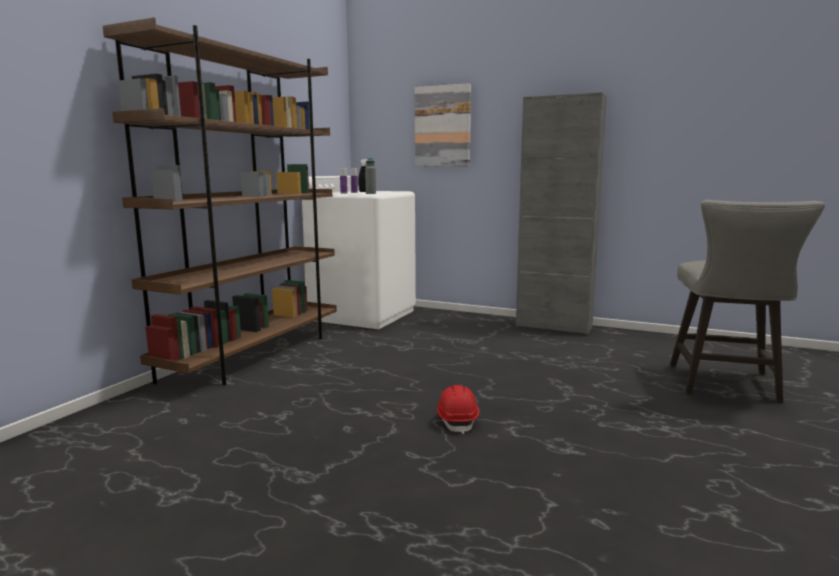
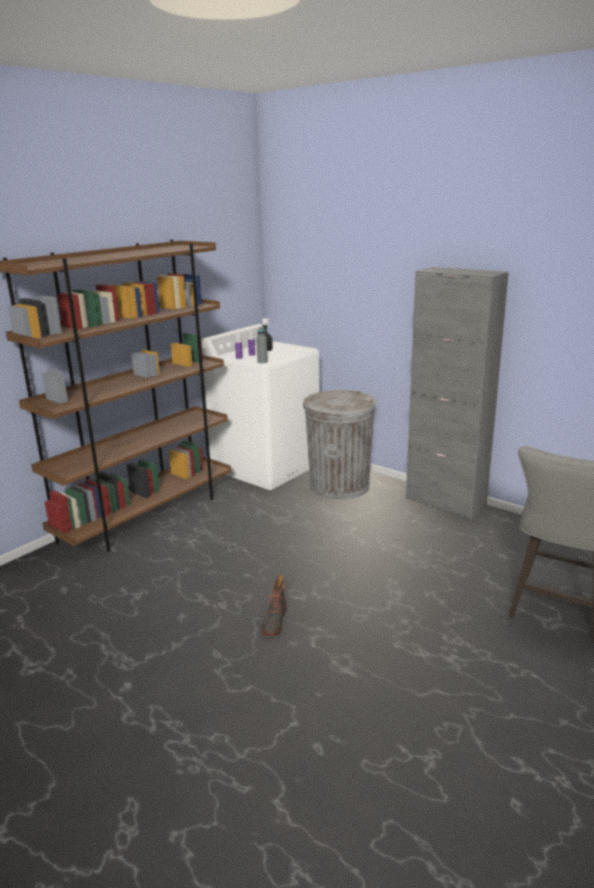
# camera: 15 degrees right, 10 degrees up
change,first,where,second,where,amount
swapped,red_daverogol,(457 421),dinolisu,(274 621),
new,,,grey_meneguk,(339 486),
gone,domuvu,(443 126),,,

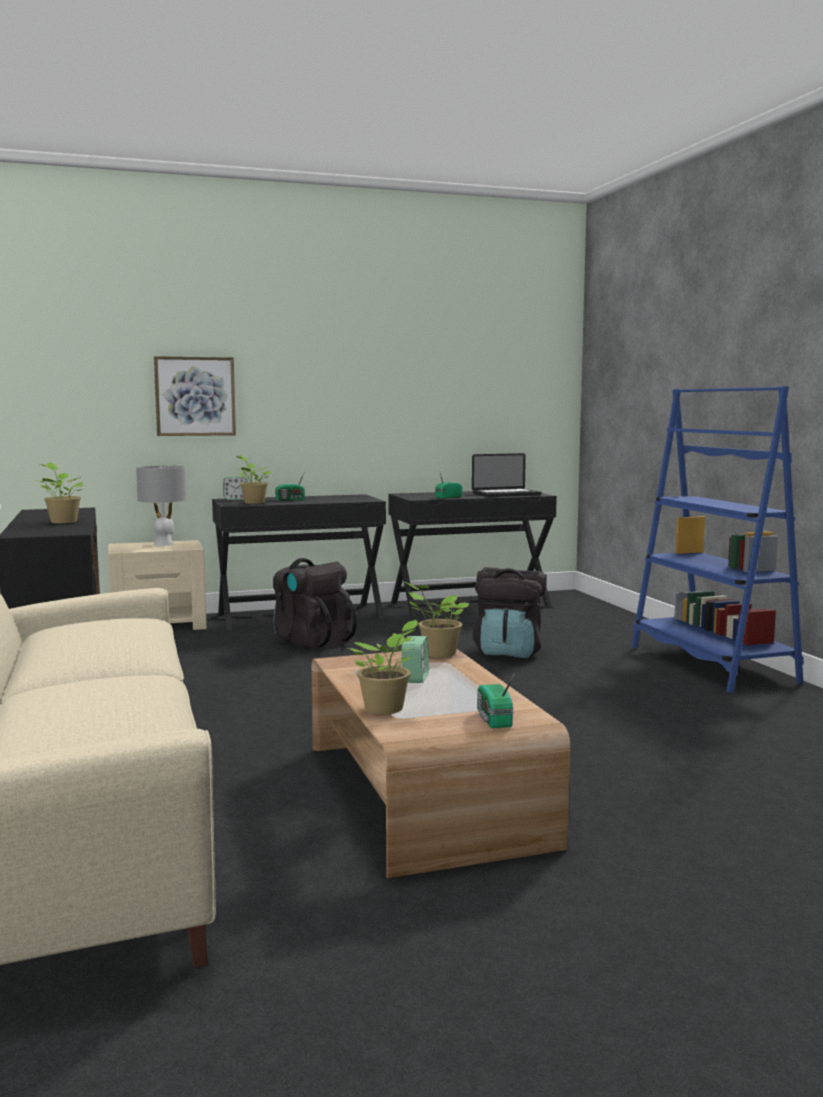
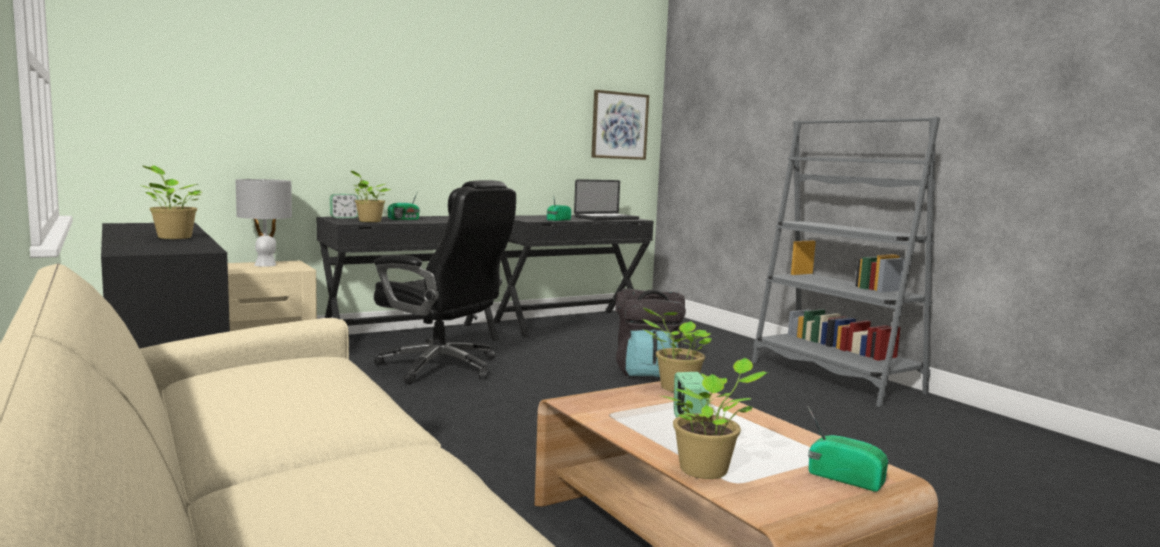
# camera: 15 degrees left, 0 degrees up
change,first,where,second,where,amount
swapped,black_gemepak,(311 642),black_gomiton,(442 367),
shifted,domuvu,(195 396),,(619 125),
repainted,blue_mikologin,(711 664),grey_mikologin,(835 378),
rotated,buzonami,(493 720),,(843 477),150 degrees clockwise

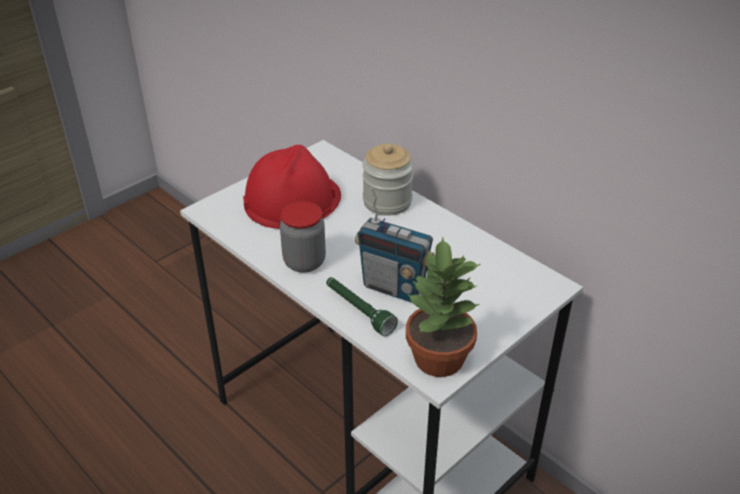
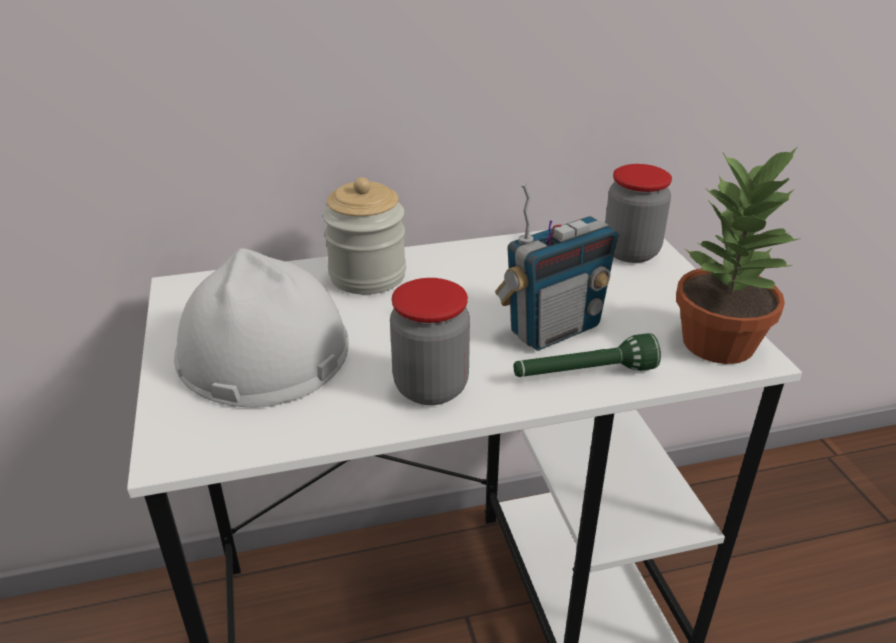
# camera: 60 degrees left, 5 degrees down
change,first,where,second,where,amount
repainted,red_daverogol,(292 199),white_daverogol,(262 350),
new,,,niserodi,(631 252),

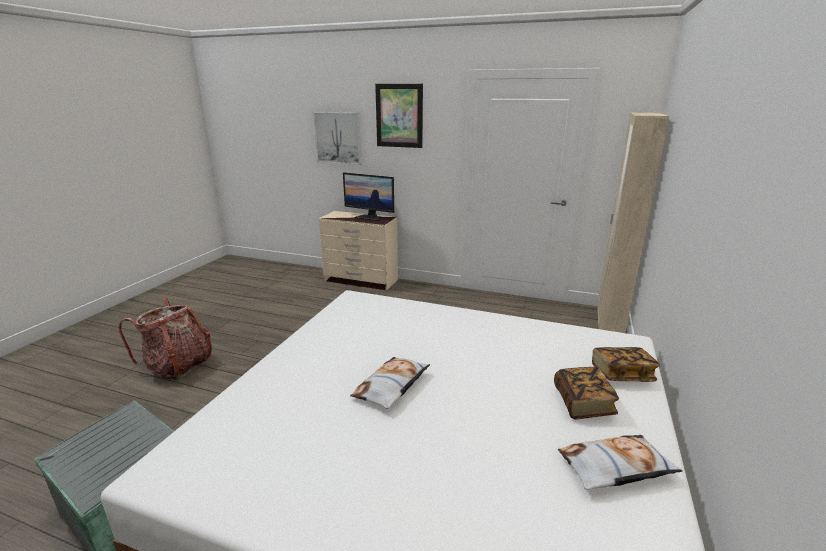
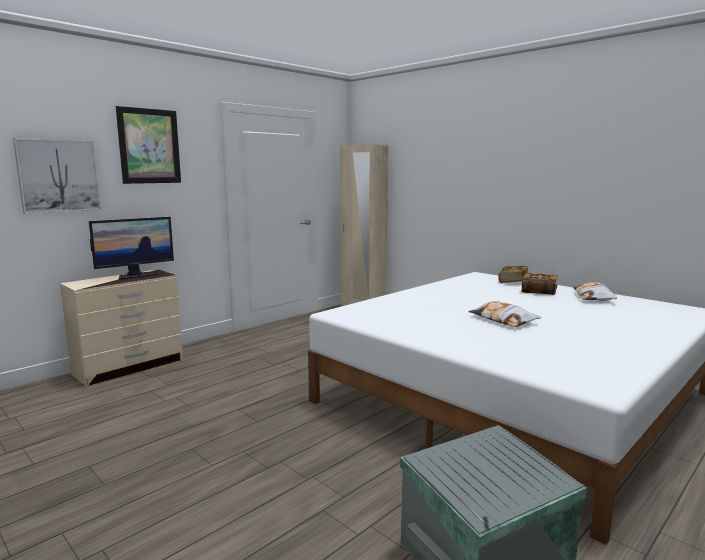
# camera: 65 degrees left, 10 degrees down
change,first,where,second,where,amount
gone,gemepak,(178 366),,,

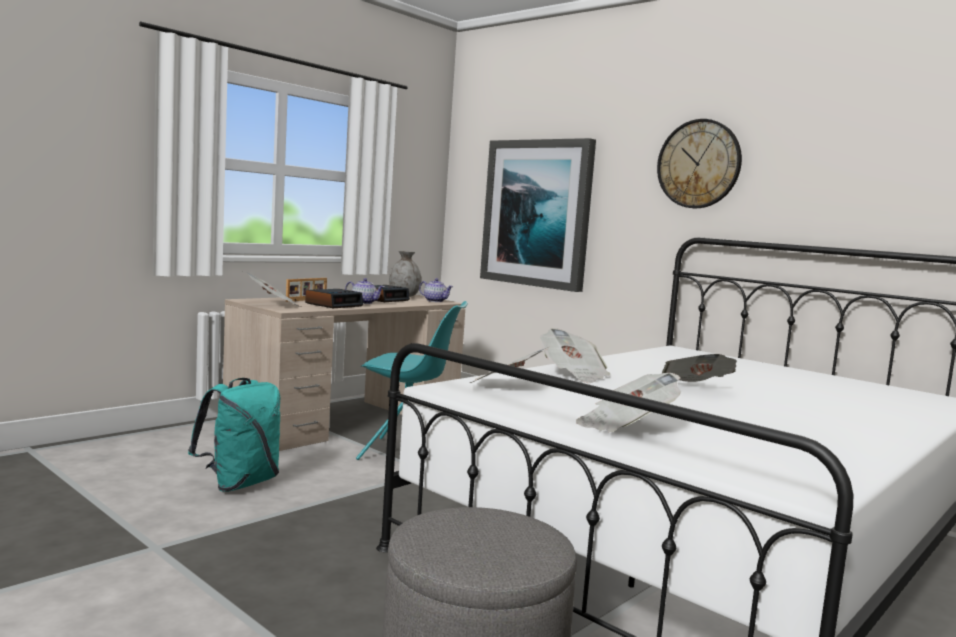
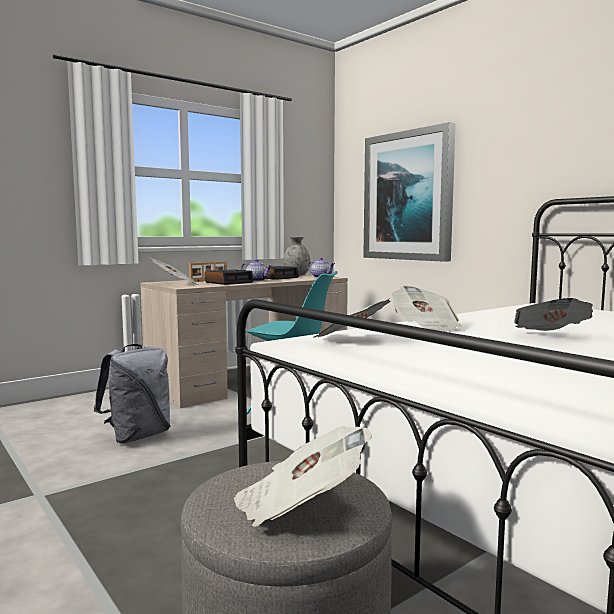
# camera: 10 degrees right, 0 degrees up
change,first,where,second,where,amount
repainted,turquoise_gemepak,(239 483),grey_gemepak,(137 436),
shifted,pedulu,(625 427),,(299 507),
gone,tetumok,(698 164),,,

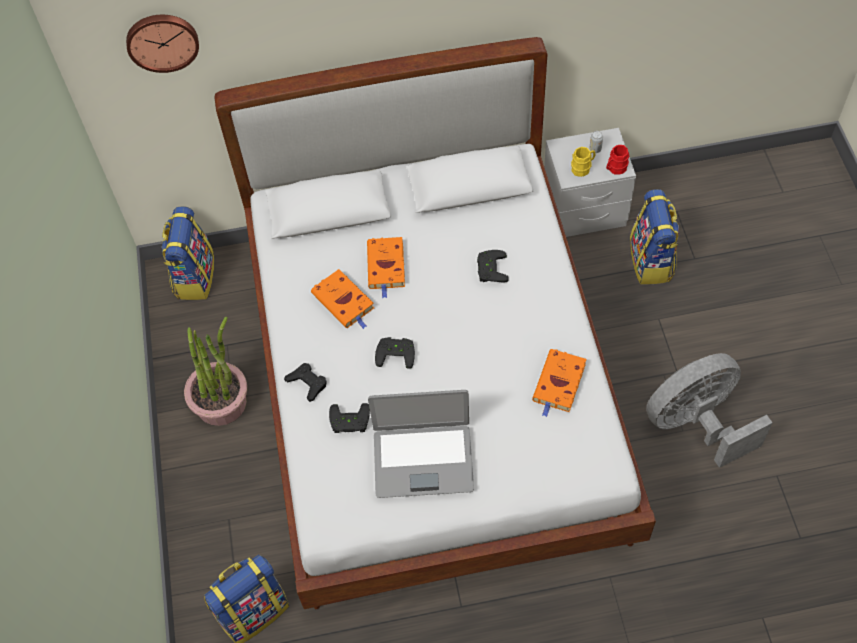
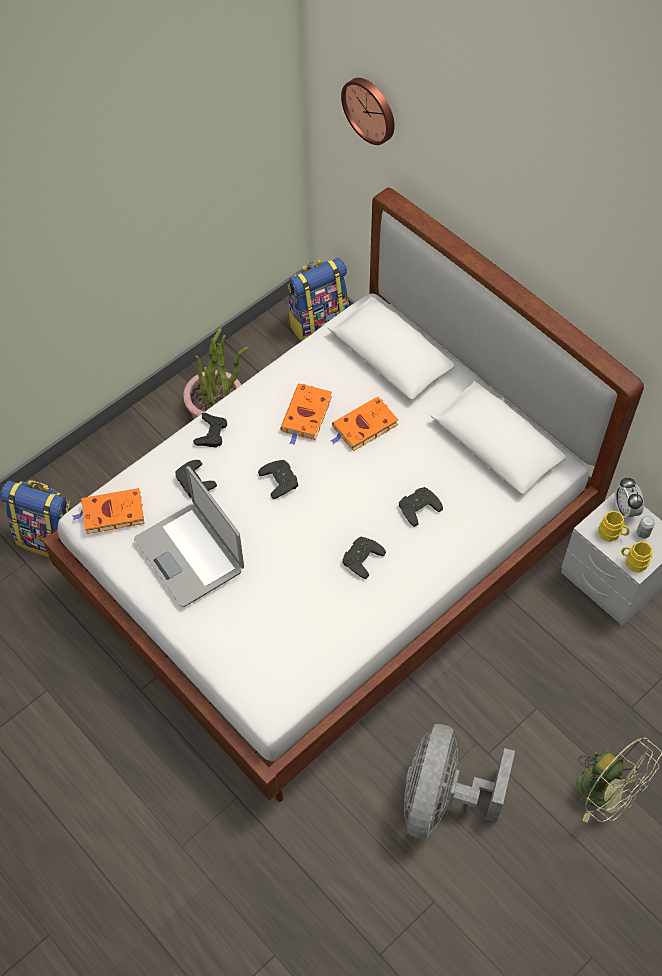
# camera: 55 degrees right, 0 degrees up
change,first,where,second,where,amount
shifted,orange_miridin,(559 384),,(111 513),
new,,,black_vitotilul,(360 557),
rotated,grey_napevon,(696 424),,(442 798),105 degrees counterclockwise
new,,,green_napevon,(605 793),
new,,,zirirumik,(625 509),
repainted,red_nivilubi,(615 168),yellow_nivilubi,(633 562),
gone,gemepak,(651 261),,,

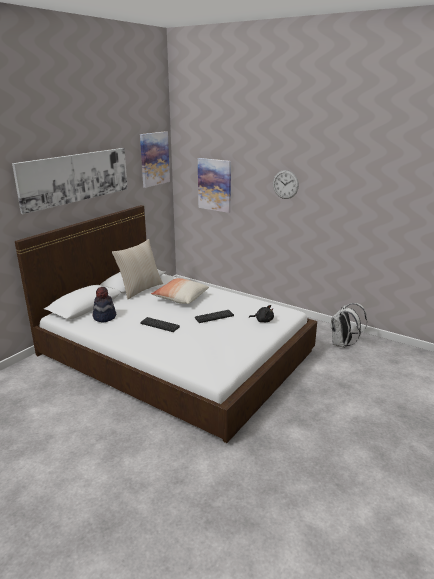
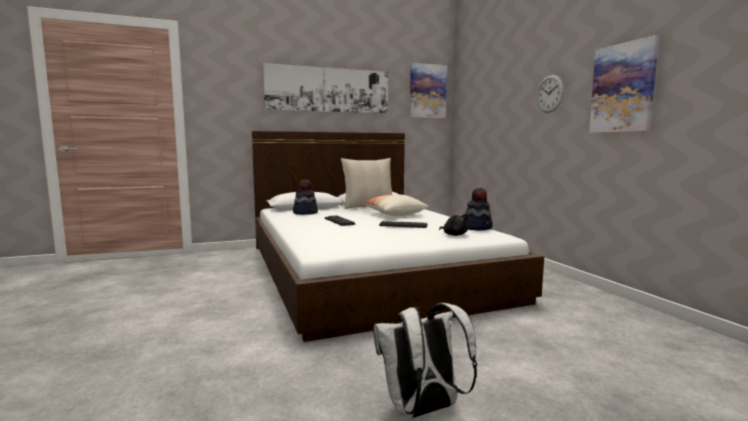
# camera: 35 degrees right, 15 degrees down
change,first,where,second,where,amount
shifted,white_gemepak,(342 344),,(422 410),
new,,,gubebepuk,(477 228),
shifted,domuvu,(214 185),,(623 88),

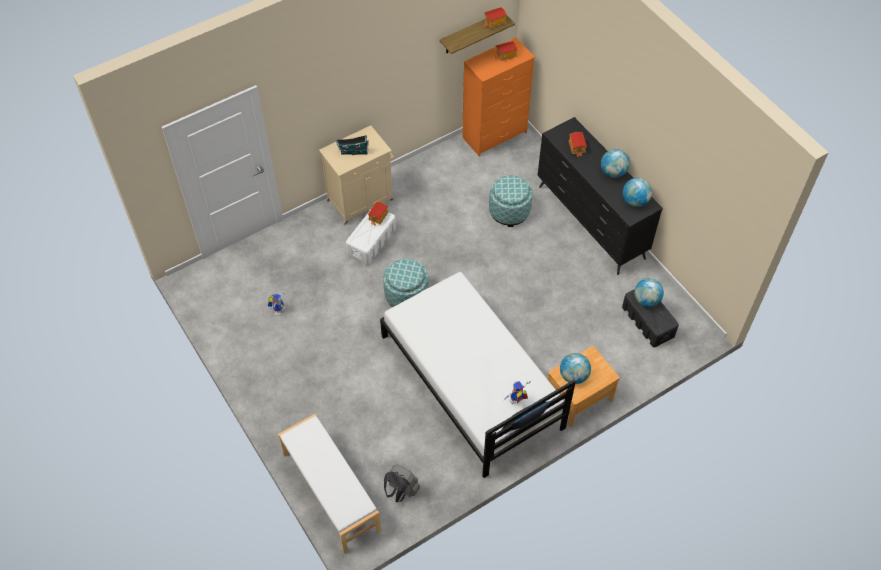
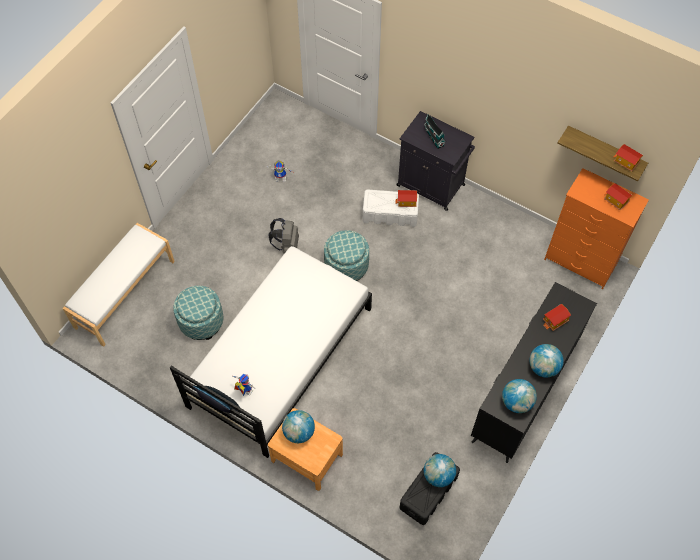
# camera: 65 degrees right, 5 degrees up
change,first,where,second,where,amount
shifted,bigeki,(509 211),,(201 321),
shifted,grey_gemepak,(401 491),,(286 246),
repainted,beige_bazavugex,(361 200),black_bazavugex,(432 186),

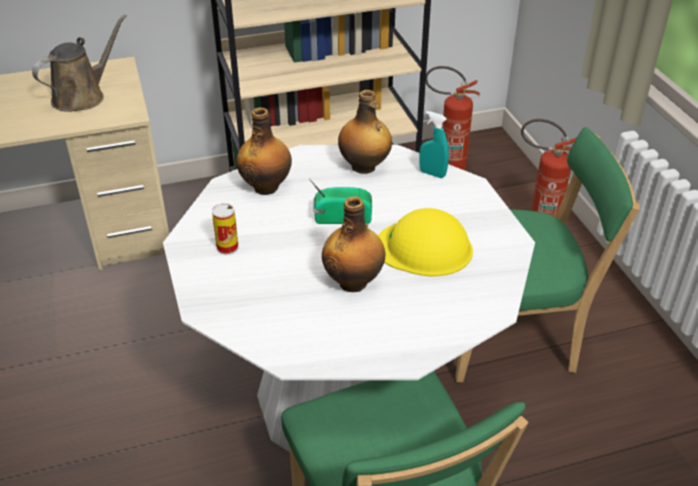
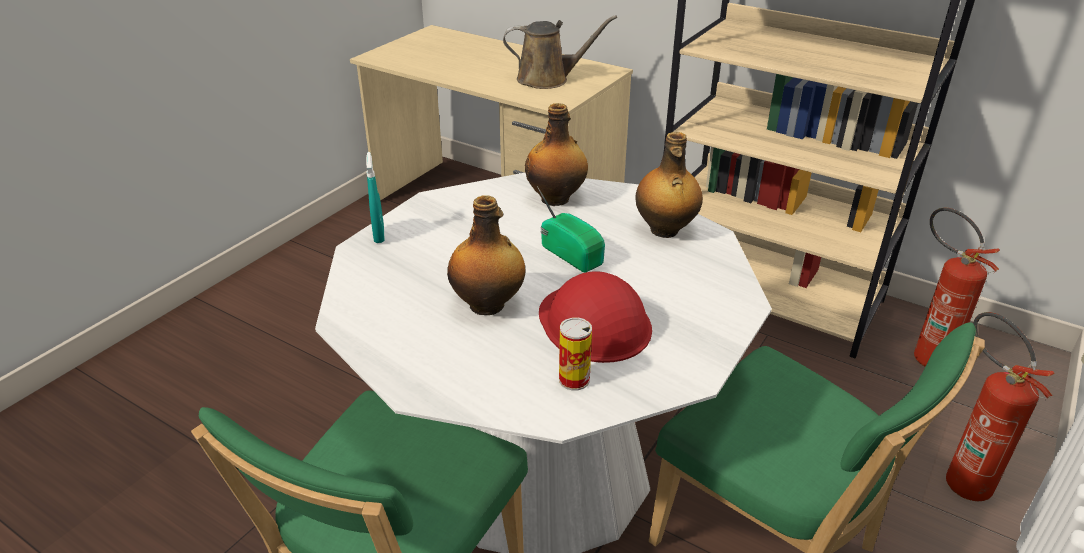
# camera: 50 degrees right, 5 degrees down
change,first,where,second,where,amount
shifted,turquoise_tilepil,(432 174),,(379 235),
repainted,yellow_daverogol,(424 248),red_daverogol,(594 322),
shifted,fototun,(227 247),,(574 379),

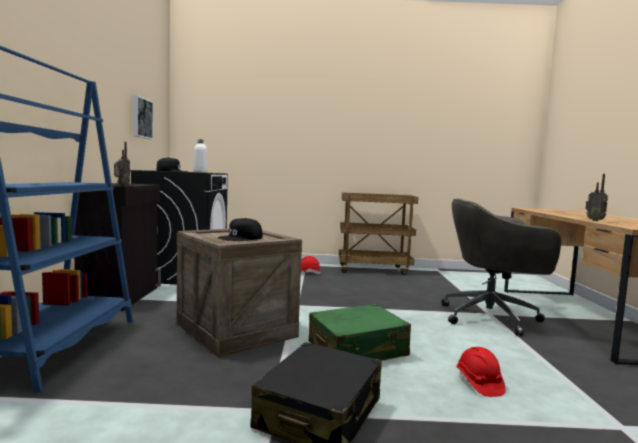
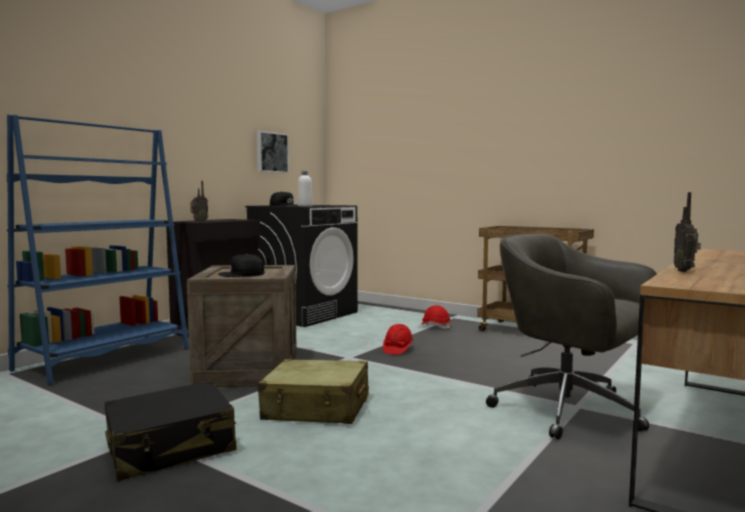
# camera: 35 degrees right, 0 degrees up
change,first,where,second,where,amount
repainted,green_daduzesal,(357 350),beige_daduzesal,(317 408),
shifted,red_daverogol,(479 383),,(397 349),

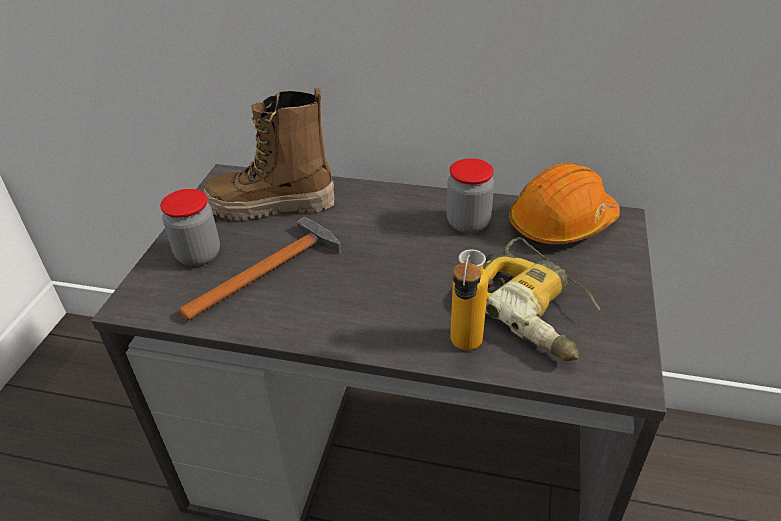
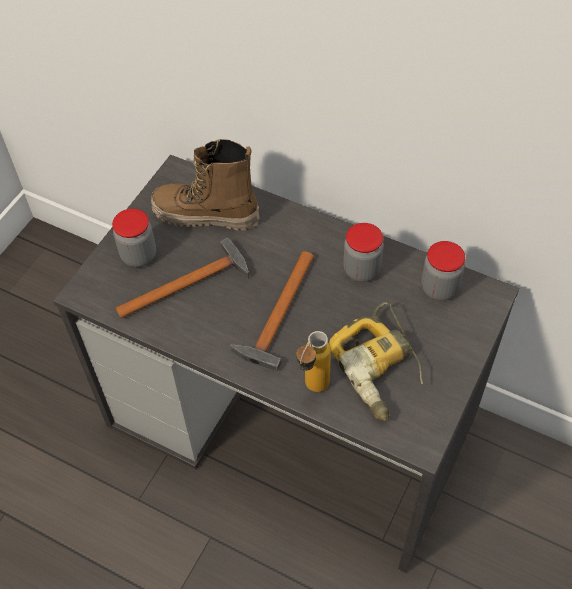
# camera: 15 degrees right, 15 degrees up
change,first,where,second,where,amount
new,,,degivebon,(278 314),
swapped,orange_daverogol,(561 224),niserodi,(439 288),

